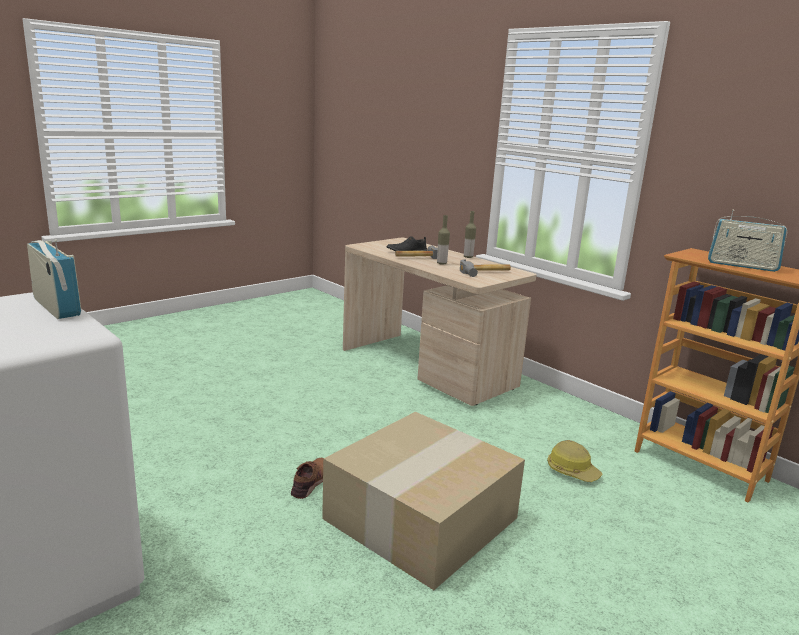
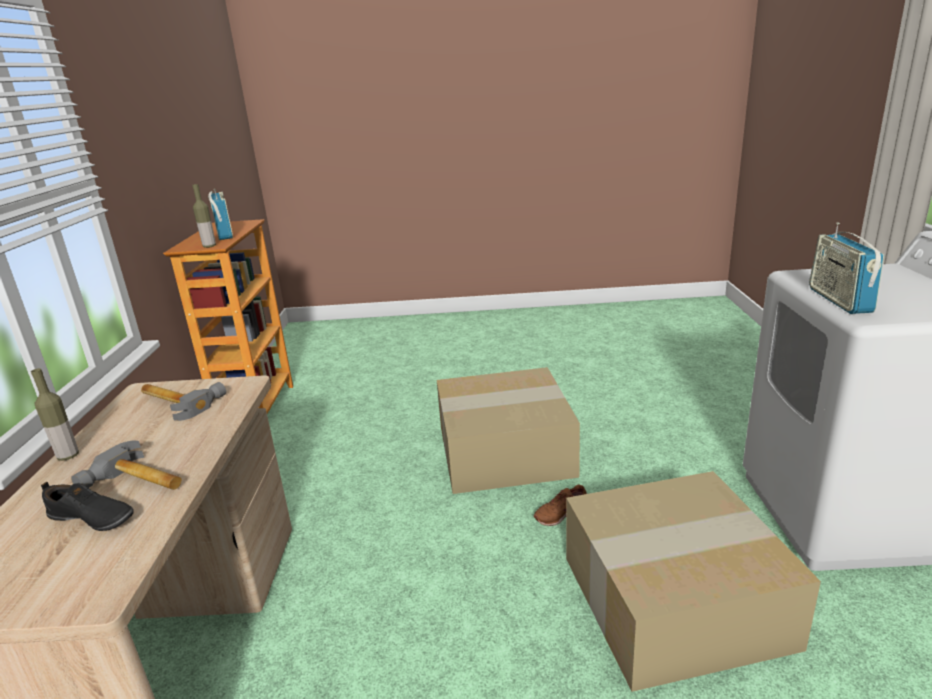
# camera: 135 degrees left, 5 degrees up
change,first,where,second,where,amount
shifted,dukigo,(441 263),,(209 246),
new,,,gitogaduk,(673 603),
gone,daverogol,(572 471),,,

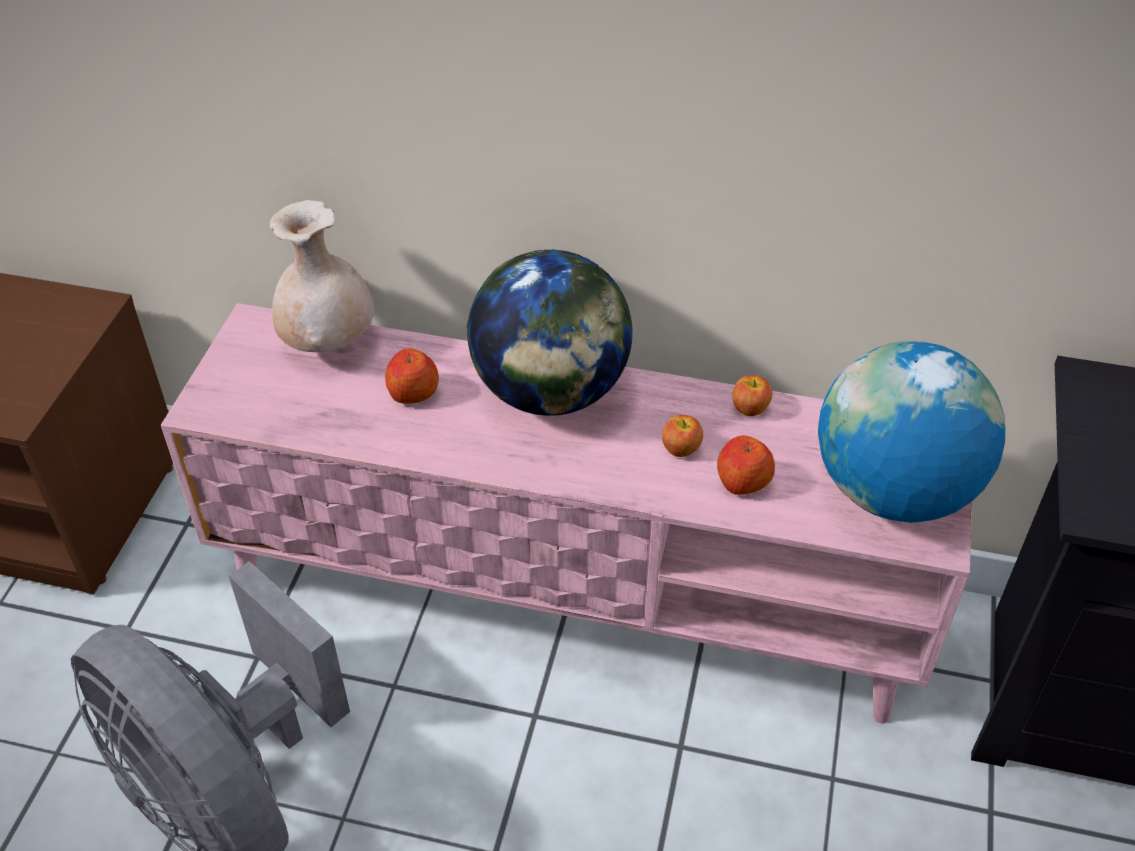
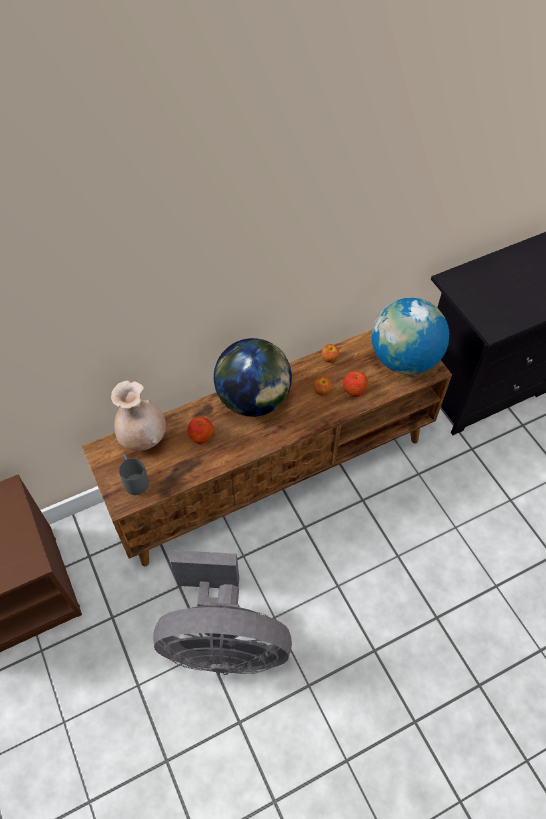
# camera: 40 degrees left, 10 degrees up
change,first,where,second,where,amount
repainted,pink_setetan,(570 594),brown_setetan,(273 472),
new,,,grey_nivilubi,(134 479),

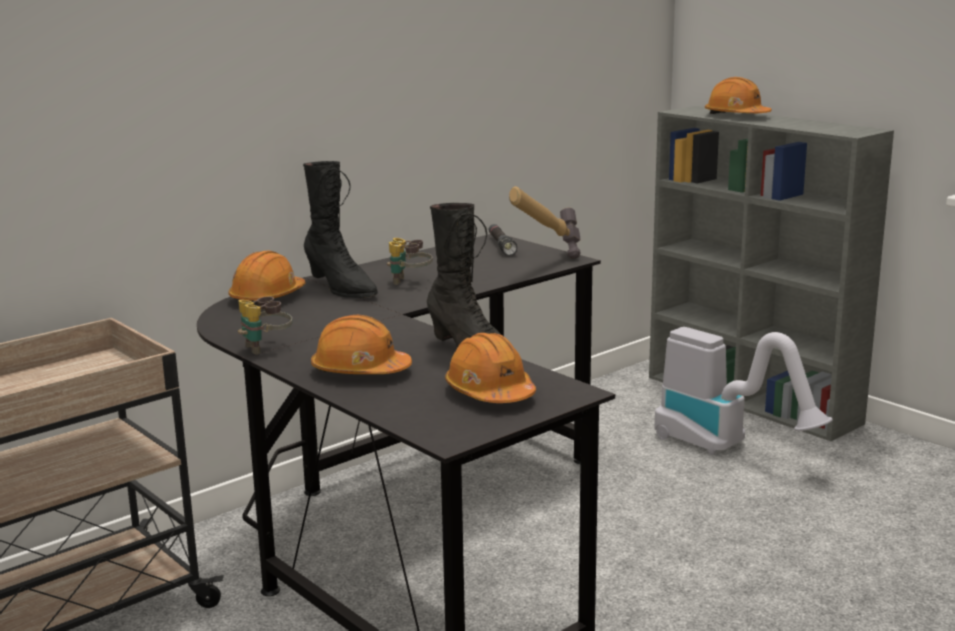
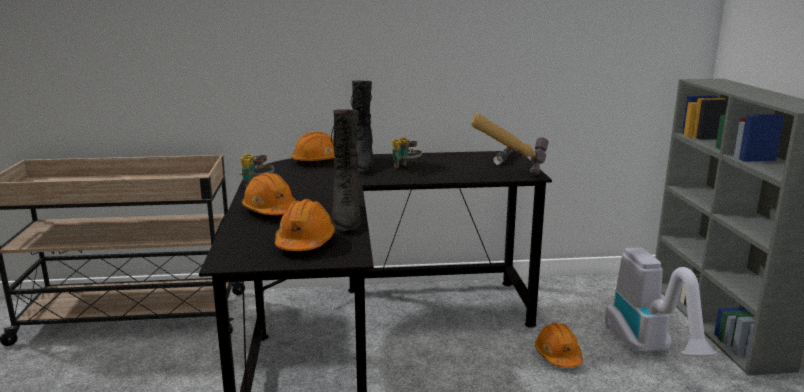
# camera: 35 degrees right, 0 degrees up
change,first,where,second,where,amount
shifted,orange_daverogol,(736 116),,(558 356),

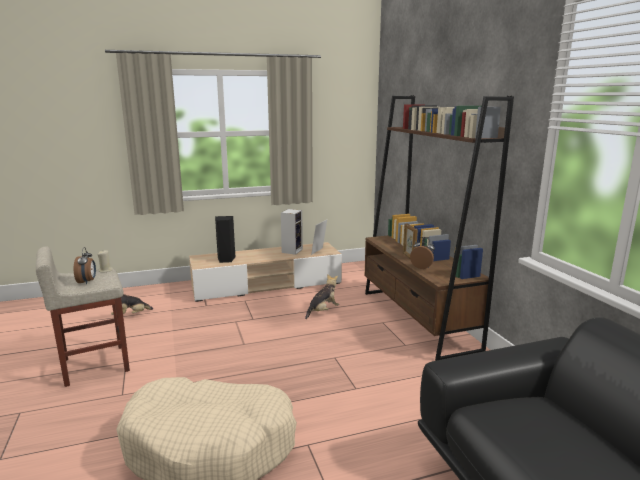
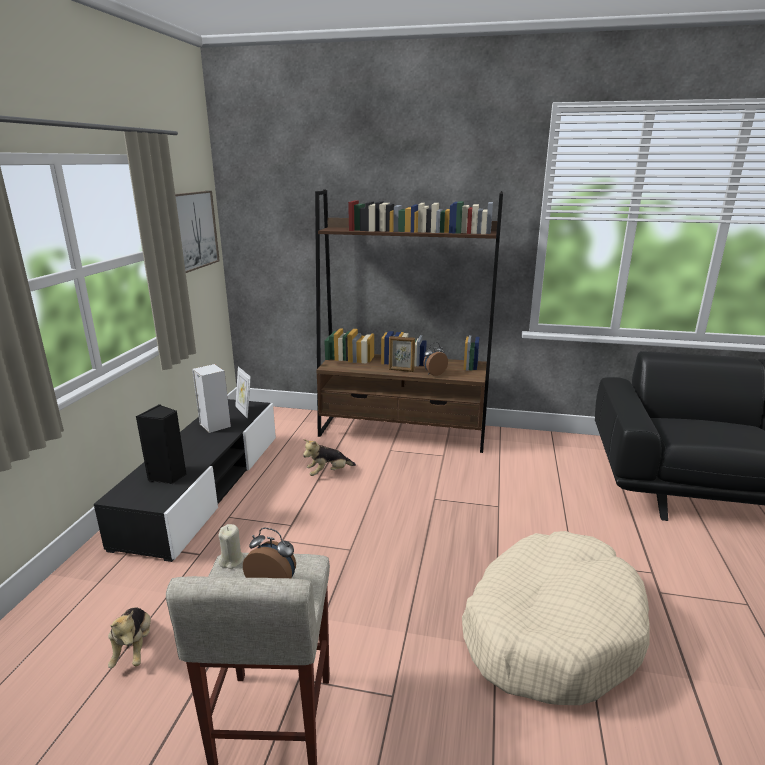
# camera: 60 degrees left, 5 degrees up
change,first,where,second,where,amount
repainted,beige_setetan,(266 285),black_setetan,(204 487),
new,,,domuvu,(193 230),
rotated,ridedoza,(323 311),,(328 473),105 degrees counterclockwise

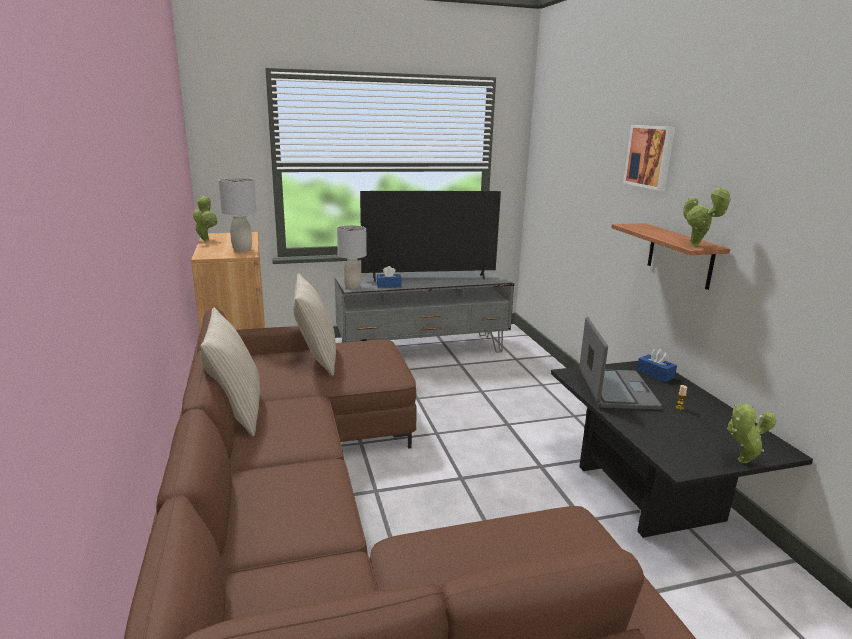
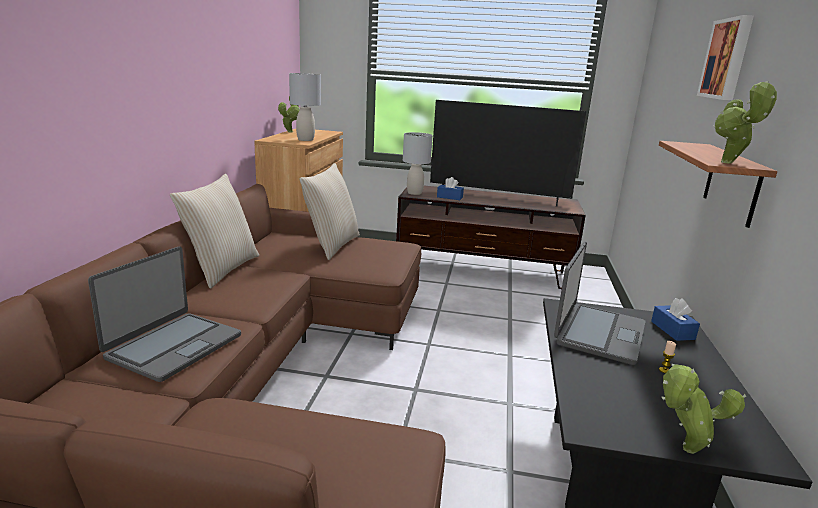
# camera: 25 degrees right, 0 degrees up
change,first,where,second,where,amount
new,,,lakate,(173 346),
repainted,grey_setetan,(422 350),brown_setetan,(483 271),

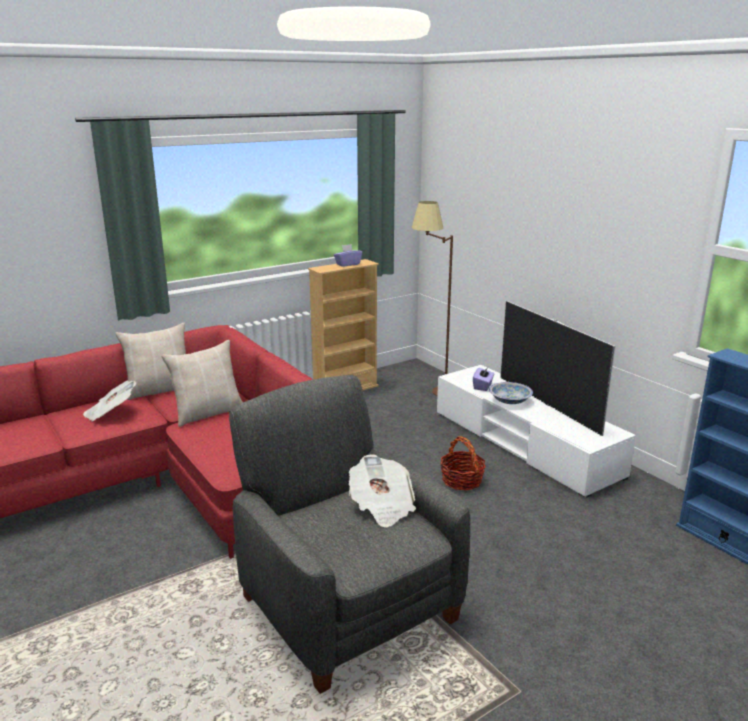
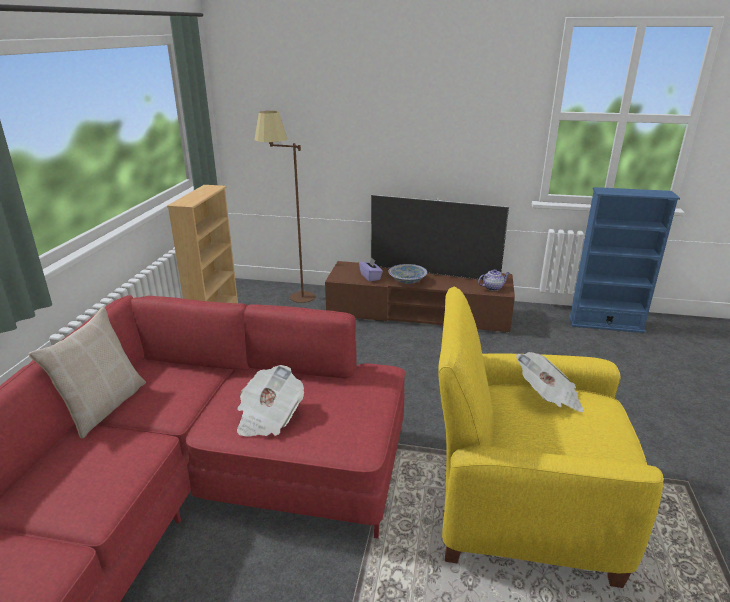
# camera: 45 degrees left, 5 degrees up
change,first,where,second,where,amount
shifted,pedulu,(110 413),,(268 417),
repainted,white_setetan,(524 443),brown_setetan,(418 313),
repainted,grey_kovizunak,(347 606),yellow_kovizunak,(520 506),
new,,,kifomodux,(493 288),
gone,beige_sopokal,(208 413),,,
gone,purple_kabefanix,(348 264),,,
gone,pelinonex,(462 480),,,

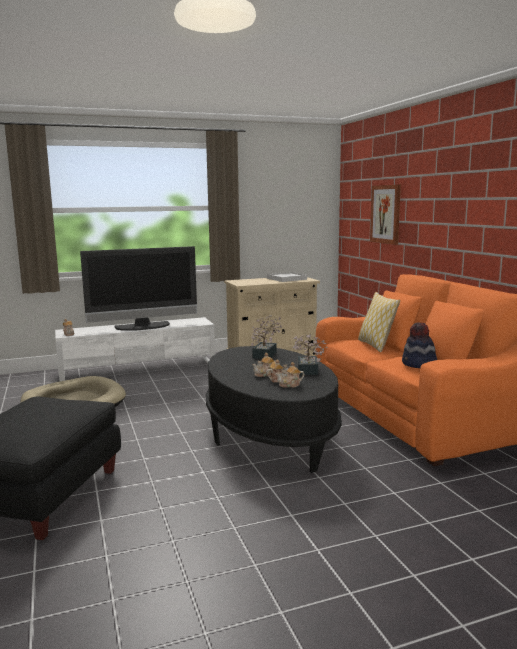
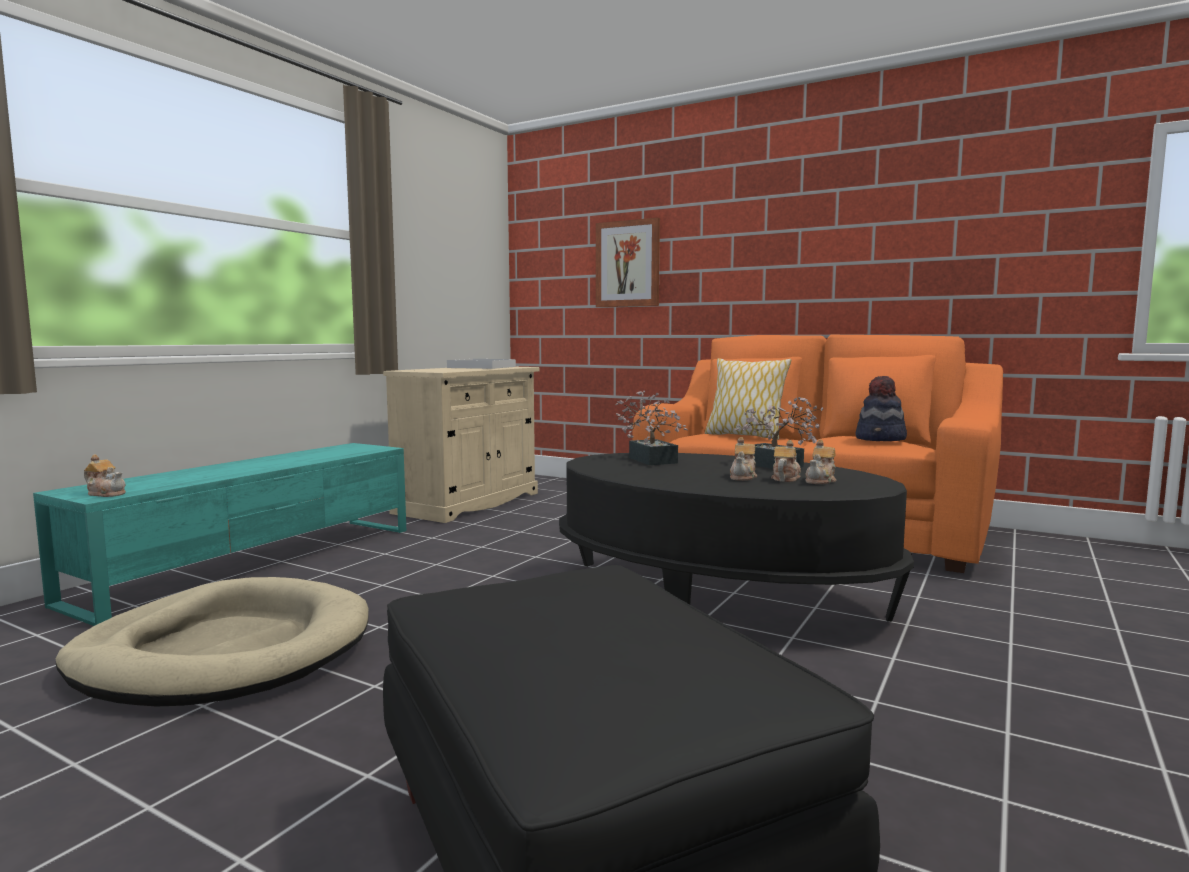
# camera: 40 degrees left, 5 degrees down
change,first,where,second,where,amount
repainted,white_setetan,(139 369),turquoise_setetan,(257 562),
gone,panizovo,(143 327),,,

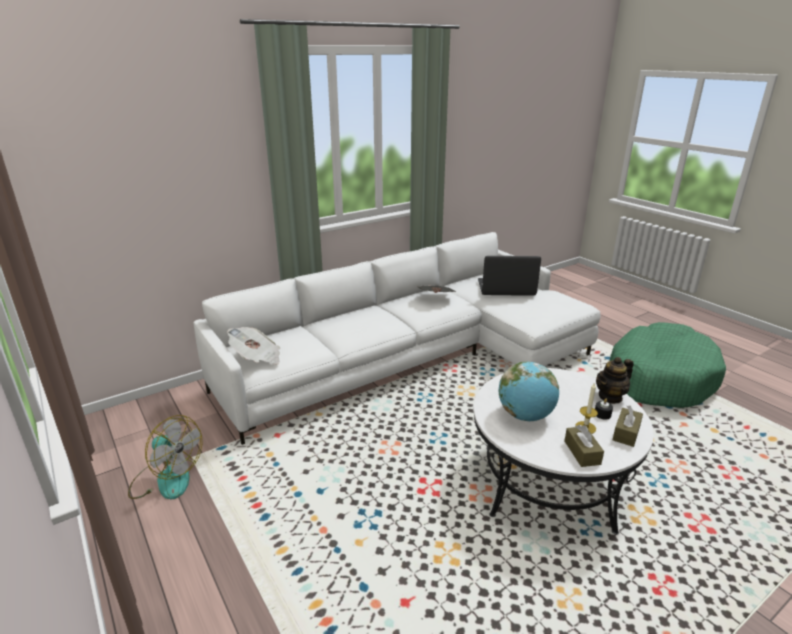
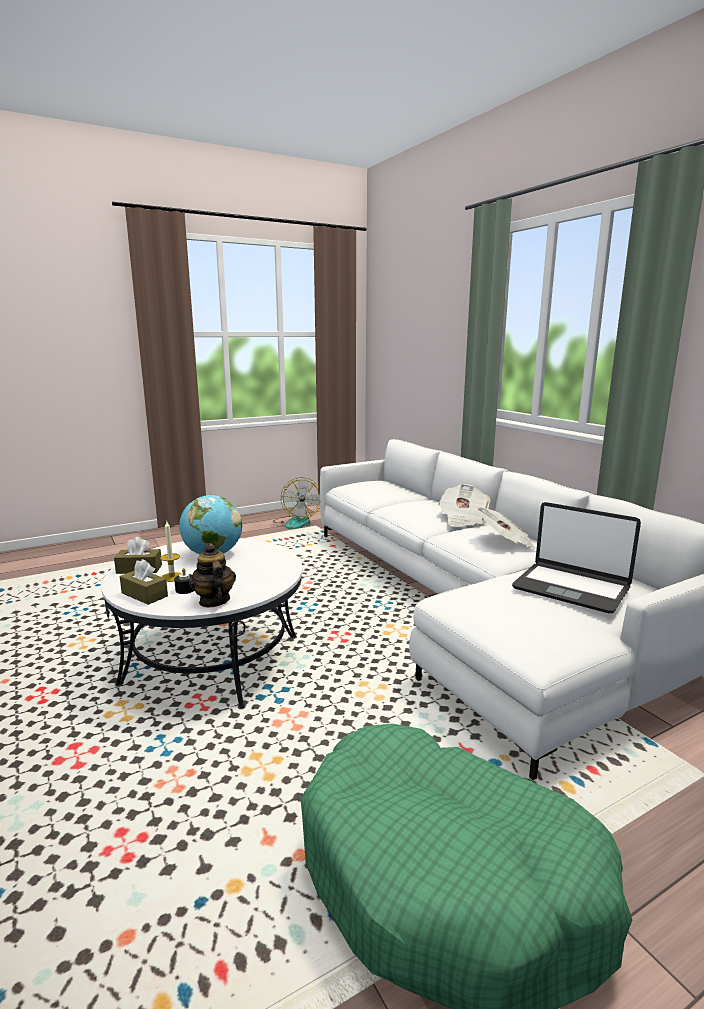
# camera: 95 degrees right, 10 degrees down
change,first,where,second,where,amount
rotated,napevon,(166 479),,(296 522),45 degrees counterclockwise
shifted,pedulu,(257 358),,(462 519),
rotated,lakate,(506 288),,(571 588),120 degrees clockwise

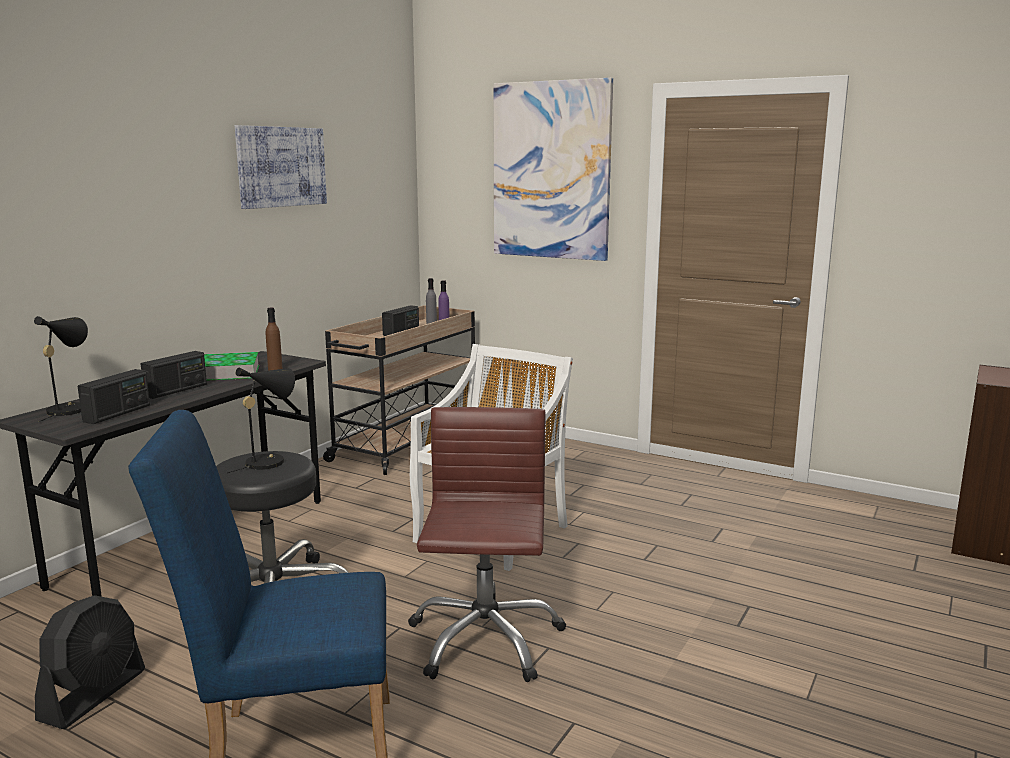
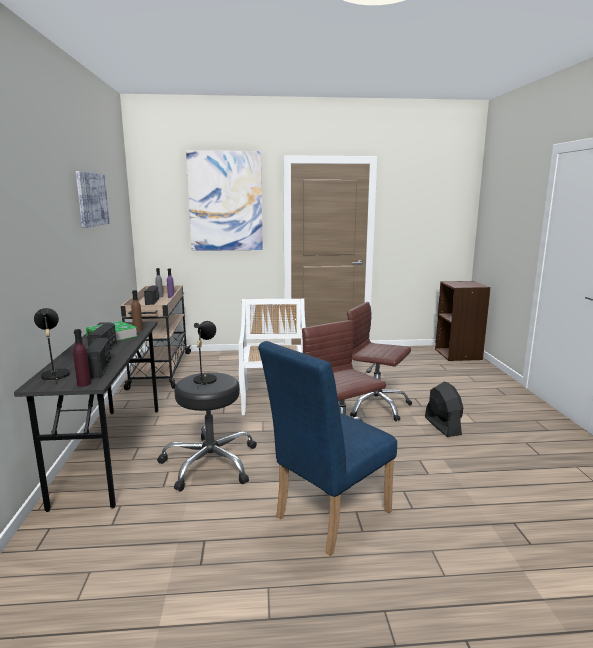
# camera: 35 degrees left, 0 degrees up
change,first,where,second,where,amount
new,,,purple_dukigo,(84 384),
new,,,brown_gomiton,(375 406),
shifted,black_napevon,(93 695),,(442 426),

